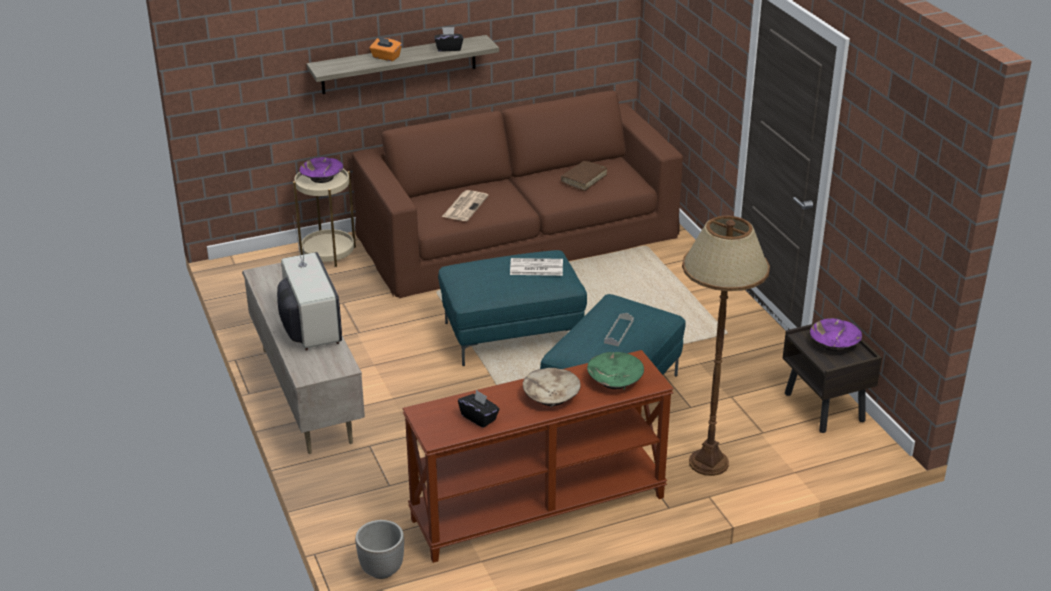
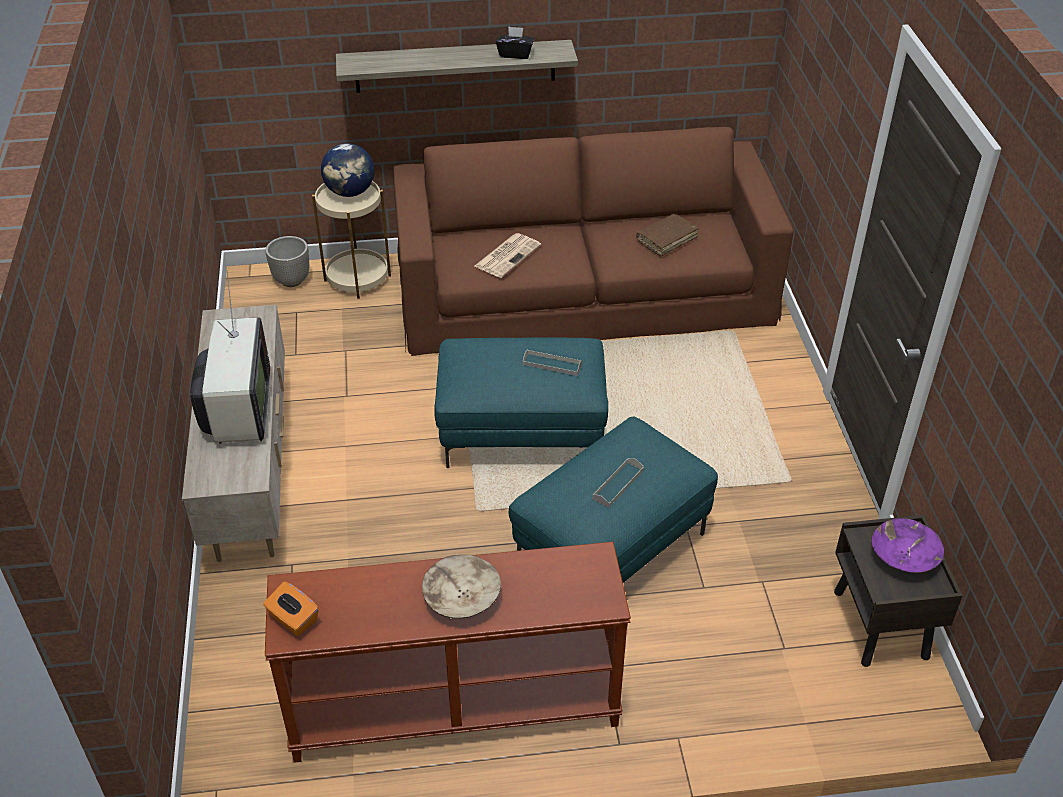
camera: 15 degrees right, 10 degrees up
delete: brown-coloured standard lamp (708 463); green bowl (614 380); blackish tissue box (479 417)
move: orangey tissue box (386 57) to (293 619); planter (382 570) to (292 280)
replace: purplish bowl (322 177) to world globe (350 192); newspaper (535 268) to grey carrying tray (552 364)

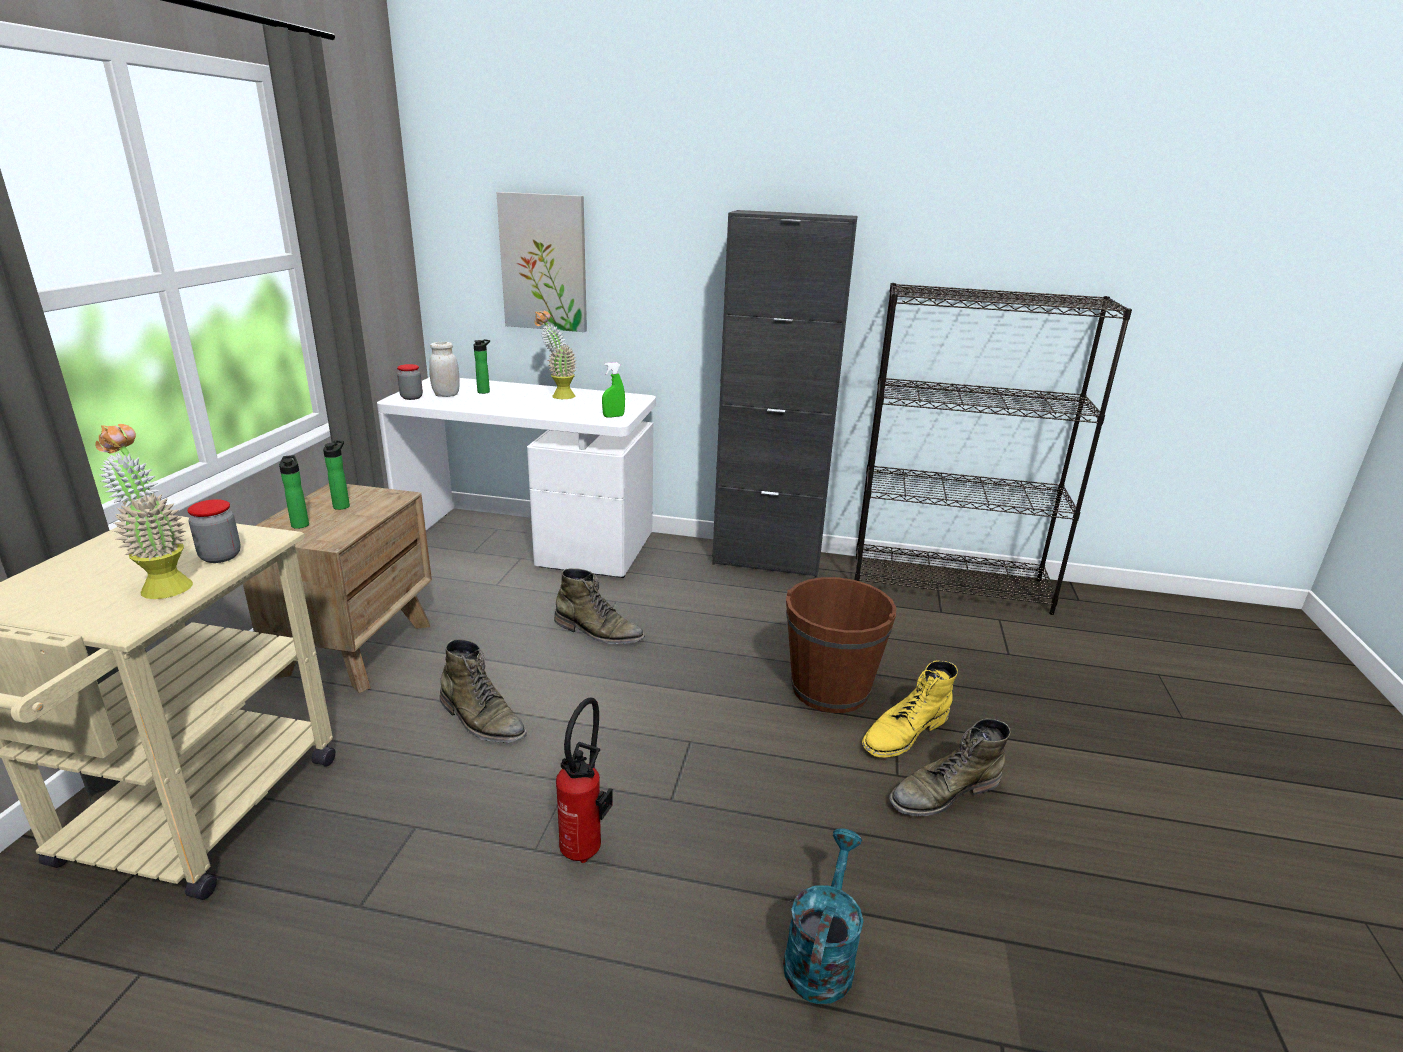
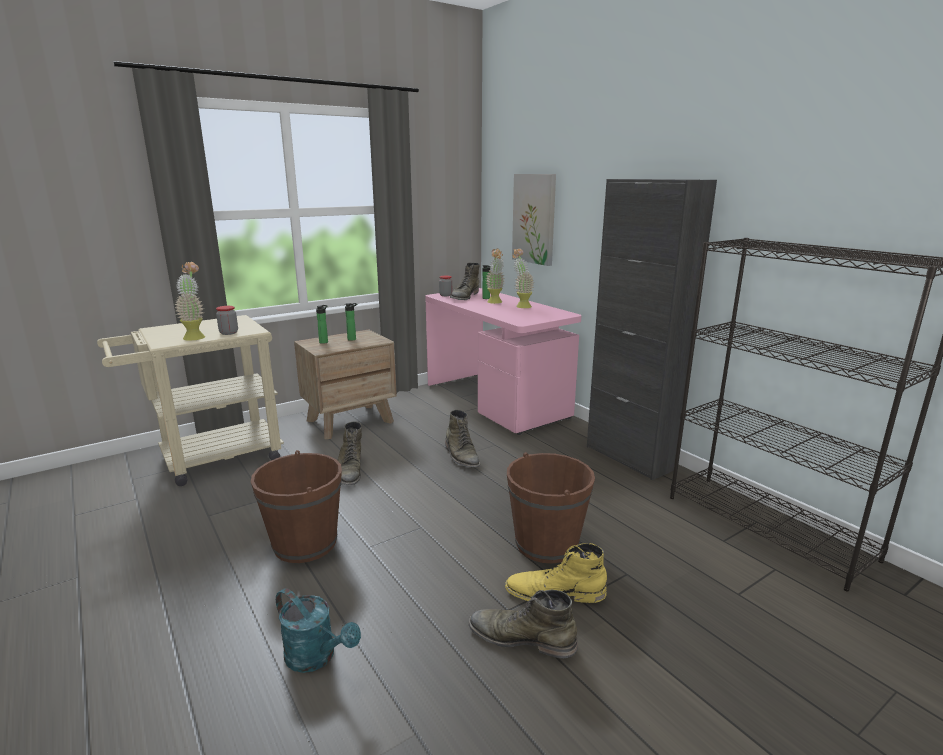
camera: 45 degrees right, 5 degrees down
delete: green sprayer (613 416)
insert: plant in a pot (495 303)
replace: white jar (446 395) to green tall boot (464 296); fire-fighting cylinder (586 847) to brown-coloured water bucket (305 543)
recolor: white desk unit (530 542) to pink-coloured desk unit (496 401)
rotate: blue-green watering can (821 955) = (317 657) 60 degrees clockwise

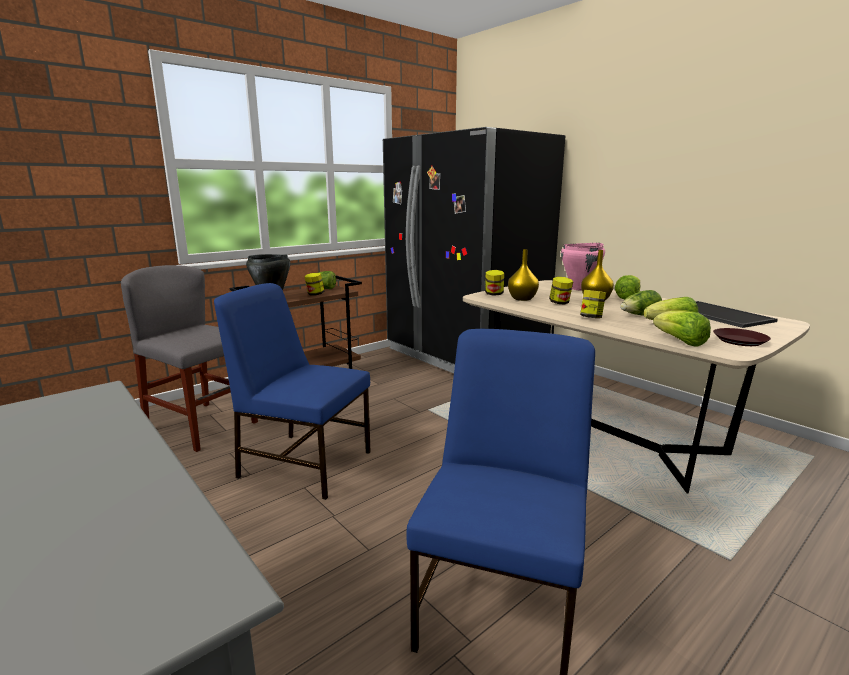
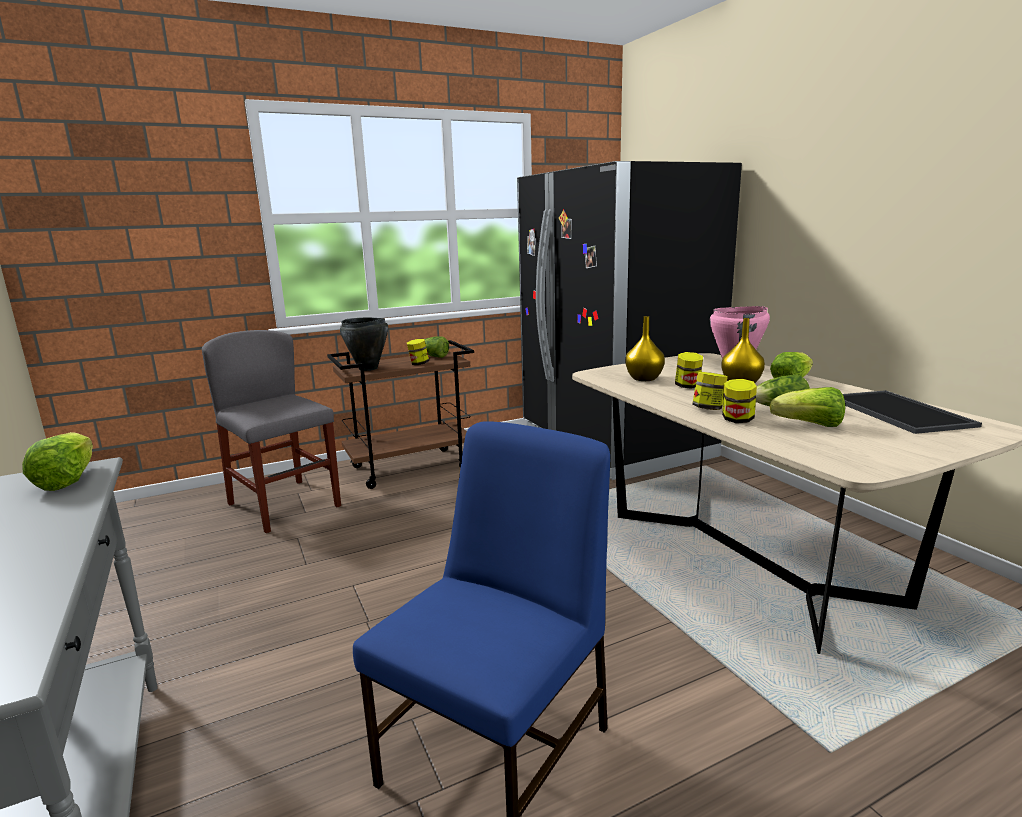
camera: 15 degrees right, 0 degrees up
delete: blue-coloured plain chair (304 463); brown-coloured plate (740 341)
move: jar (494 294) to (737 420); lettuce head (680 342) to (67 480)

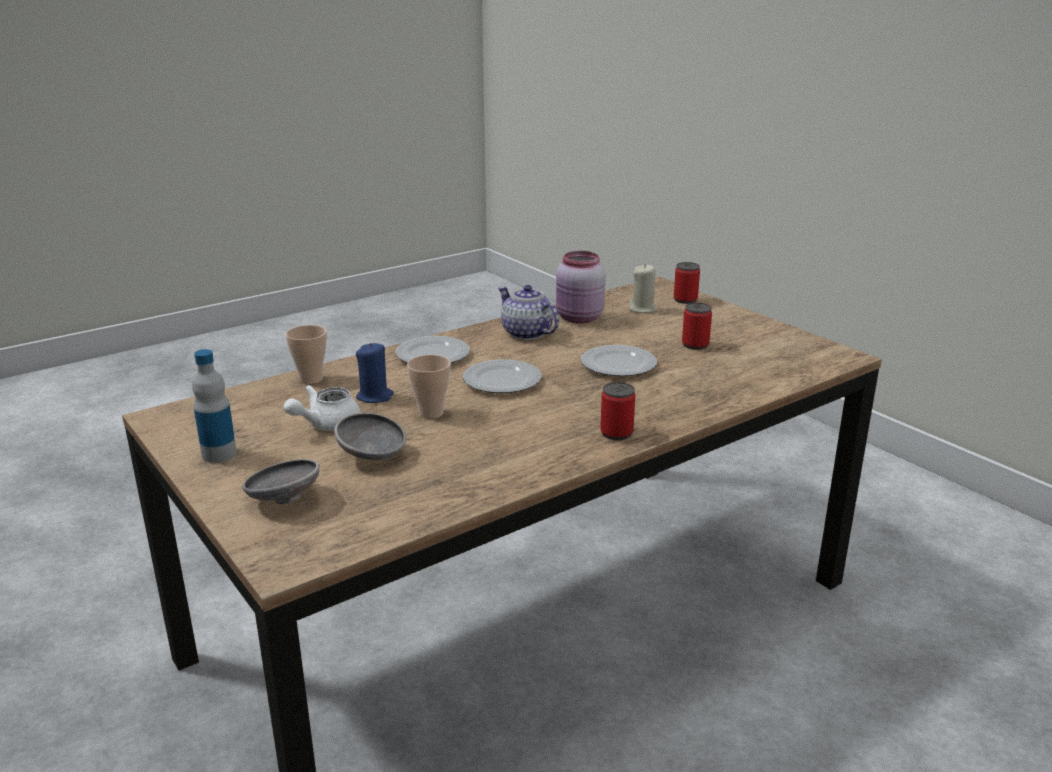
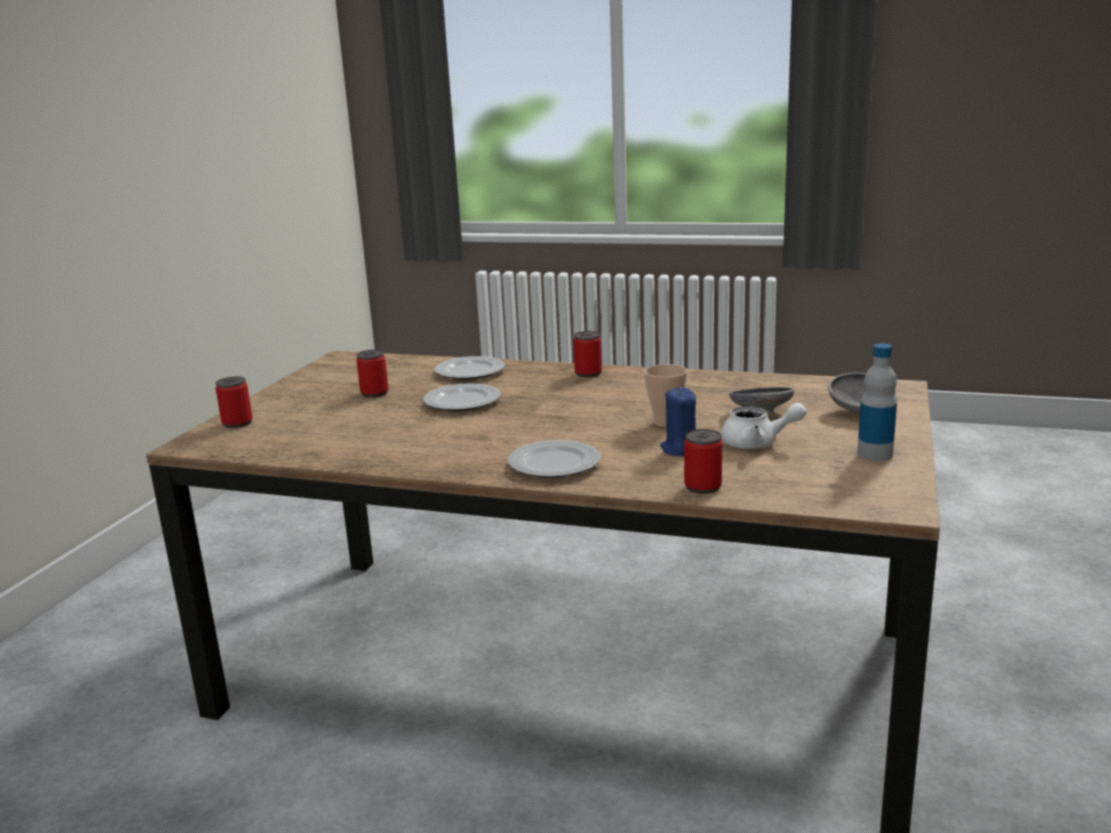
camera: 125 degrees left, 5 degrees down
delete: pink-coloured jar (579 318); beige candle (643 309); teapot (527 333)
move: plate (503 381) to (469 372)
replace: cup (311 379) to metal can (702 487)

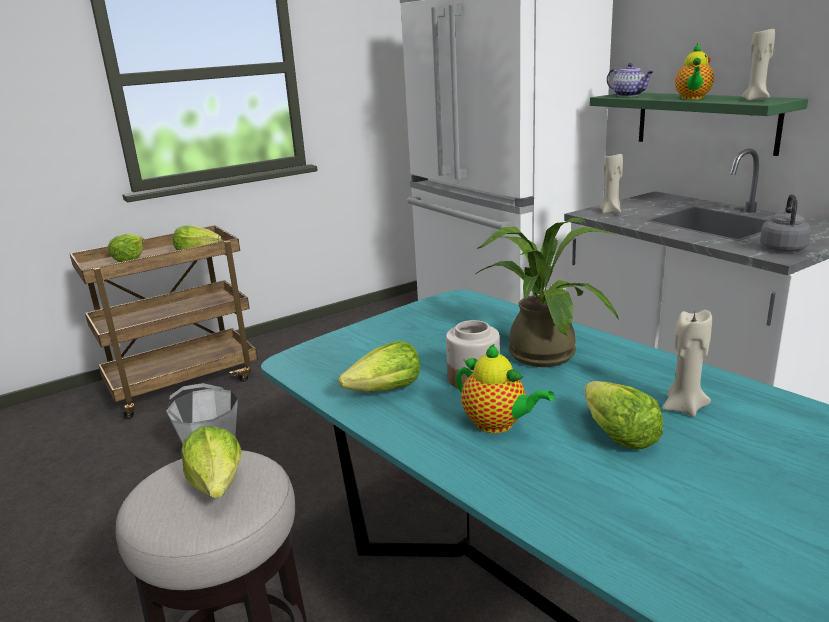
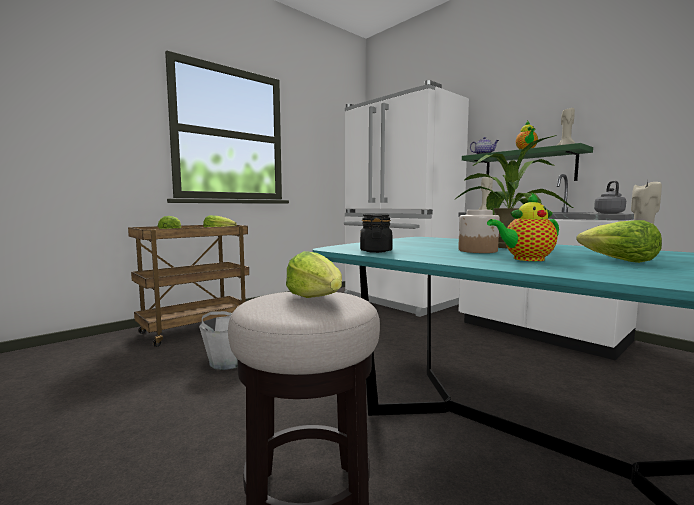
camera: 10 degrees left, 15 degrees down
delete: lettuce head (385 391)
insert: blackish jar (375 251)
rotate: teapot (498 425) = (525 259) 135 degrees clockwise

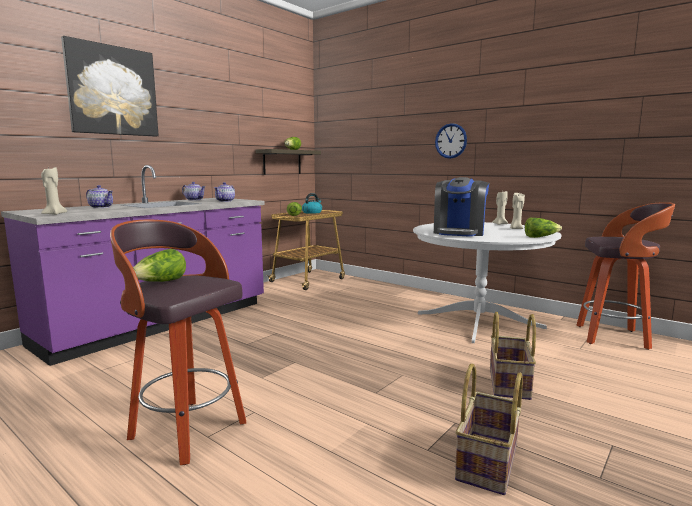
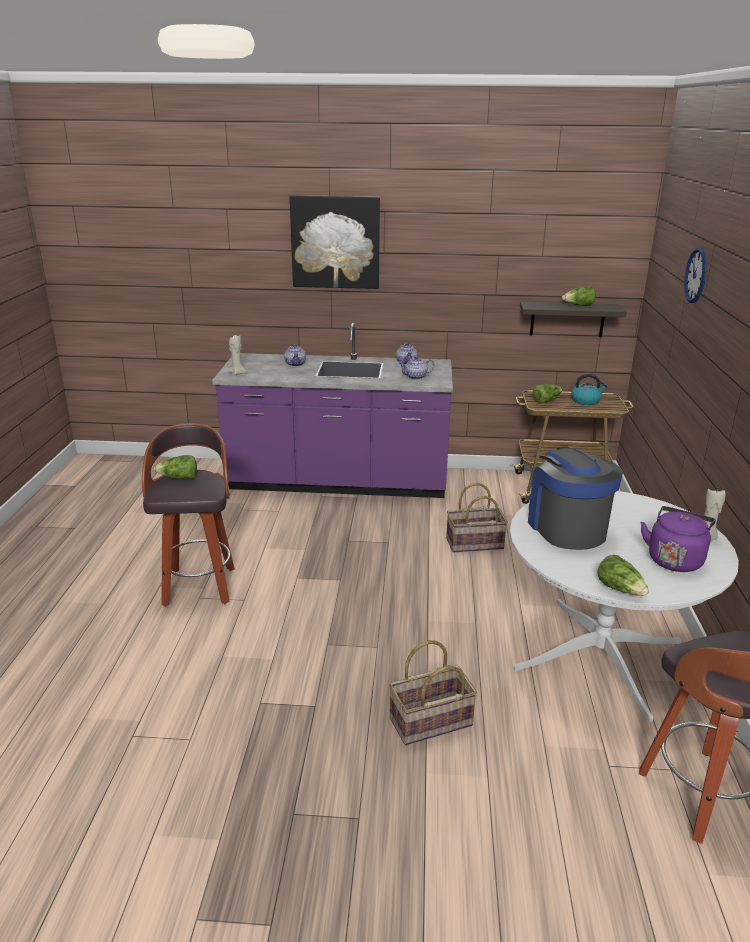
camera: 55 degrees right, 15 degrees up
move: wall clock (451 141) to (696 275); household basket (488 463) to (474 544)
replace: beige candle (516 229) to purplish tea kettle (674 559)
rotate: coffee brewer (459 232) = (566 527) 90 degrees clockwise

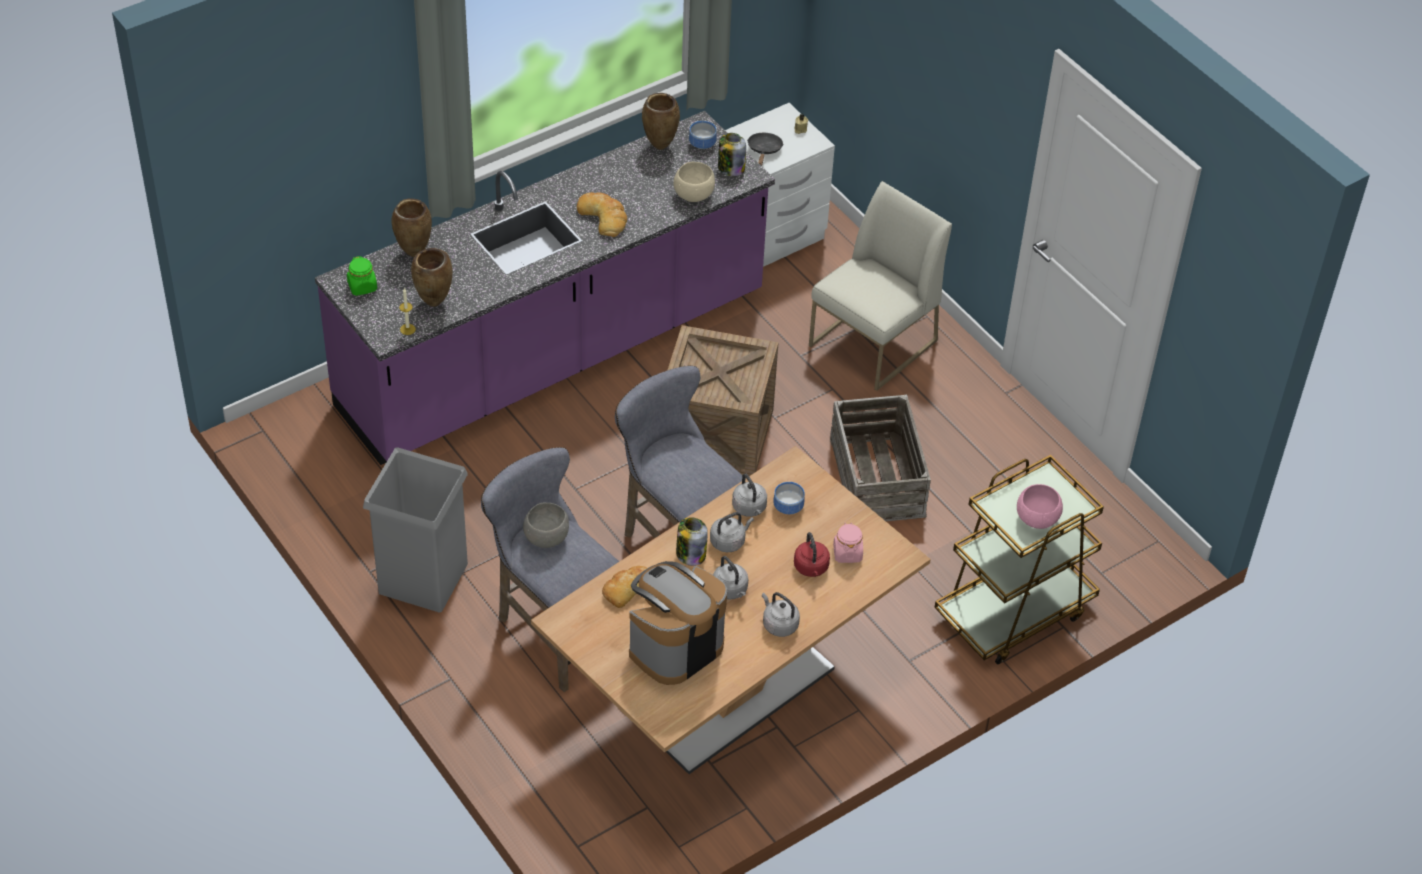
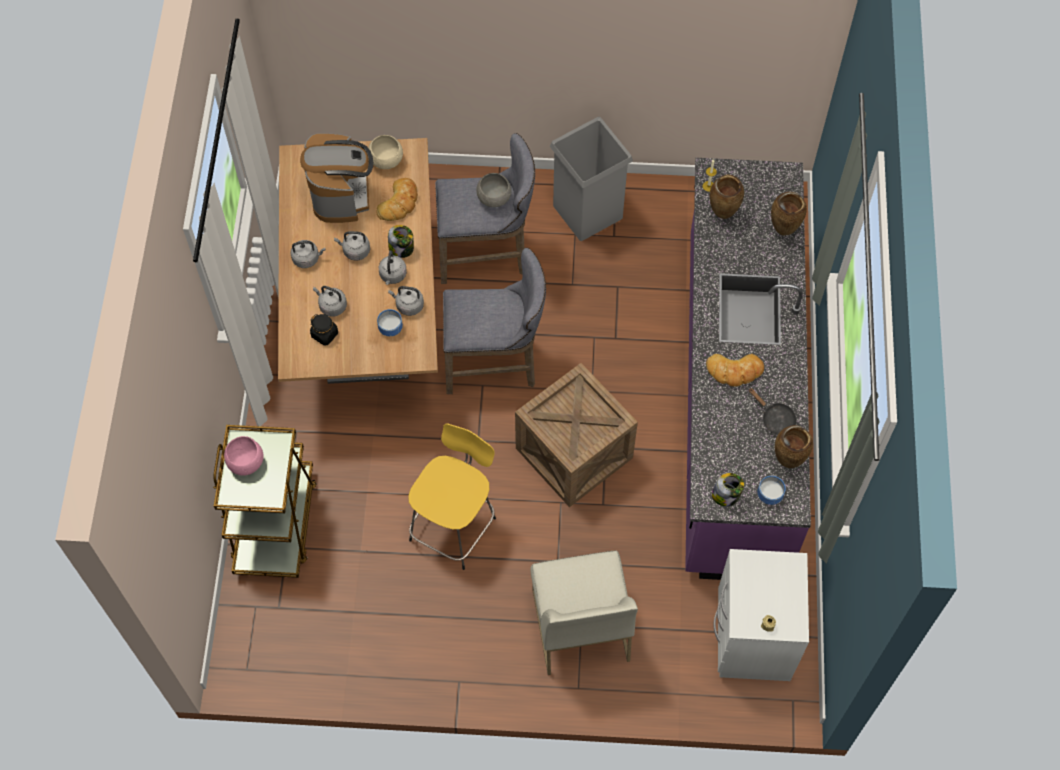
camera: 130 degrees right, 15 degrees up
delete: green jar (362 287)
move: blackish frying pan (764 150) to (775 419); beige bowl (693 195) to (387 160)
replace: packing crate (875 478) to yellow-coloured stool seat (454 526)
recolor: pink-coloured jar (847 553) to blackish jar (325 334); reddish tea kettle (811 568) to grey tea kettle (331 306)

